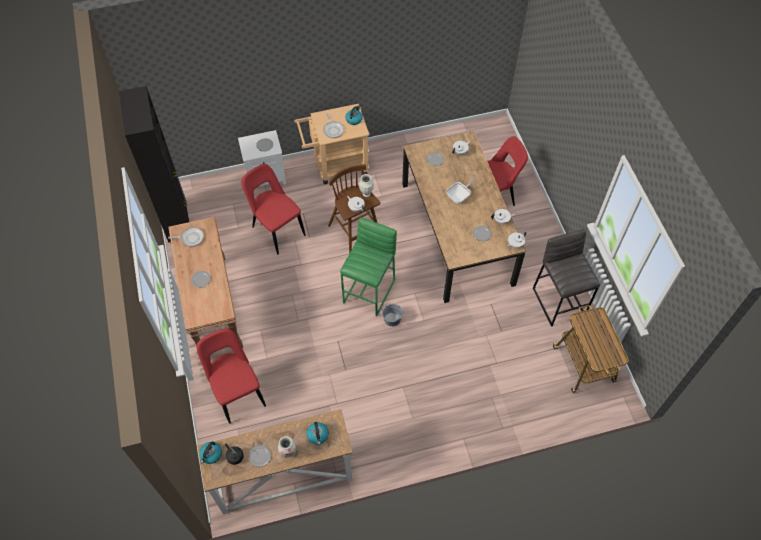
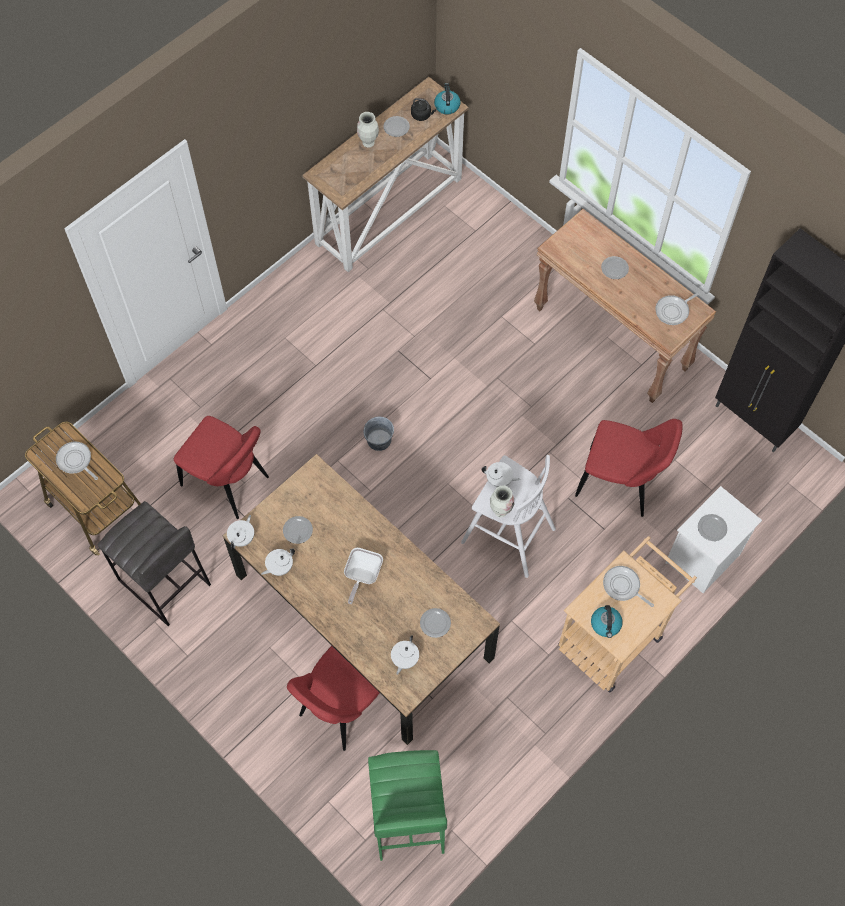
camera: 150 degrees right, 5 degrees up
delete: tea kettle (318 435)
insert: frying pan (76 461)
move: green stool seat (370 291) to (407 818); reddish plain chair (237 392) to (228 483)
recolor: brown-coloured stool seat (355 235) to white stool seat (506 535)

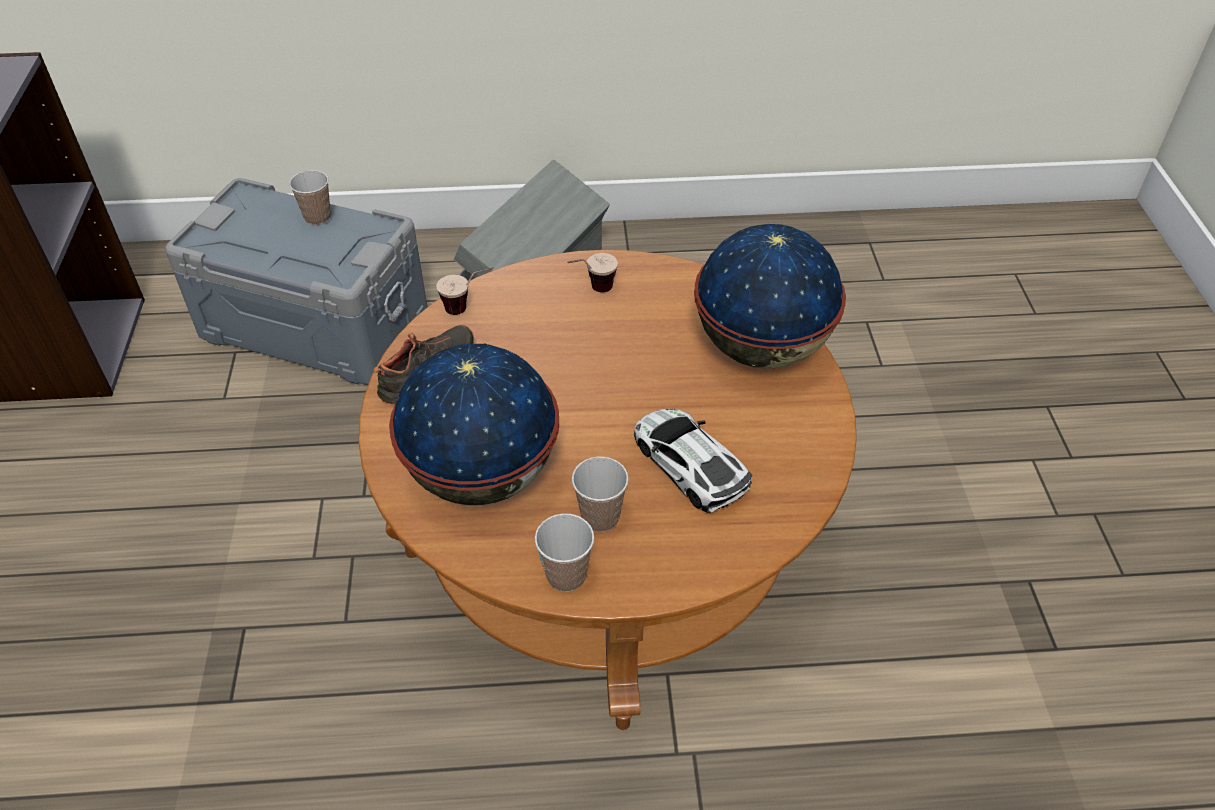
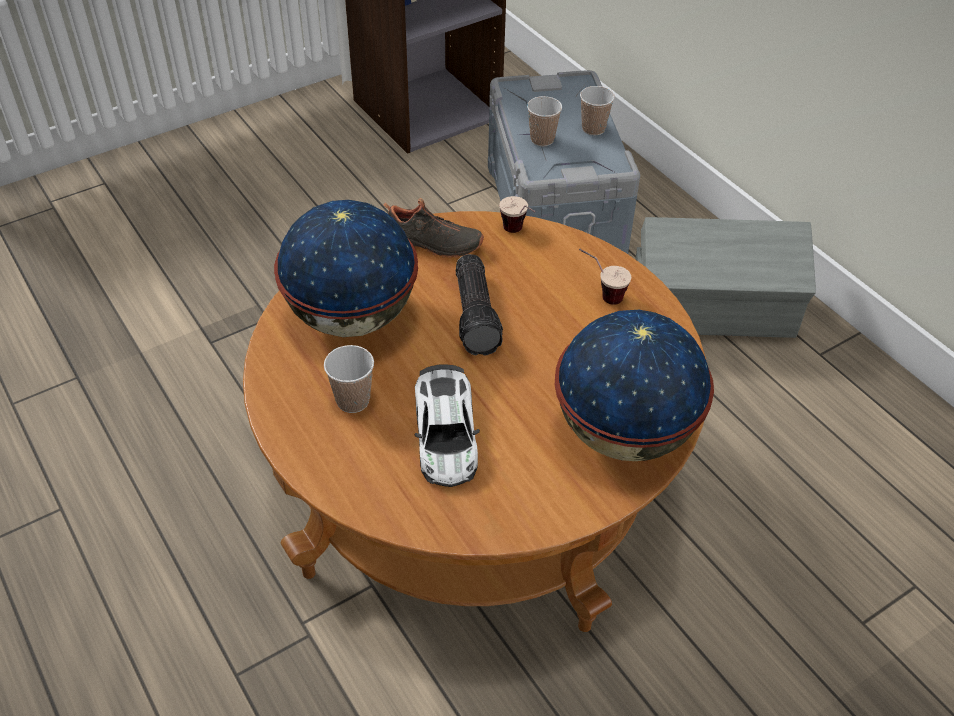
camera: 60 degrees right, 0 degrees up
insert: torch (477 315)
move: cup (566 576) to (542 139)
rotate: toy car (689 464) = (446 434) 150 degrees clockwise

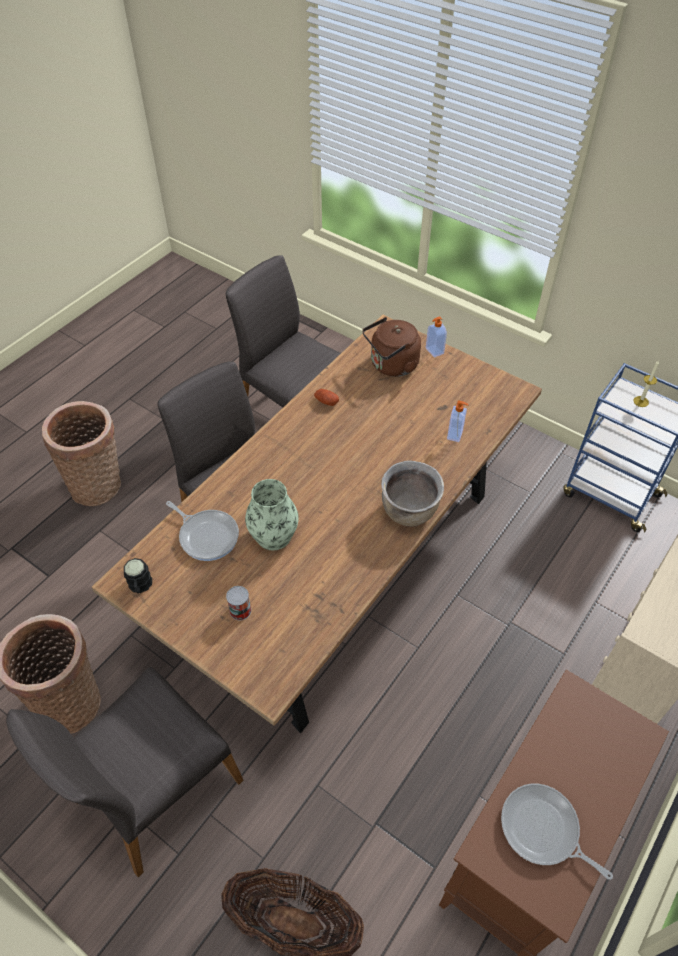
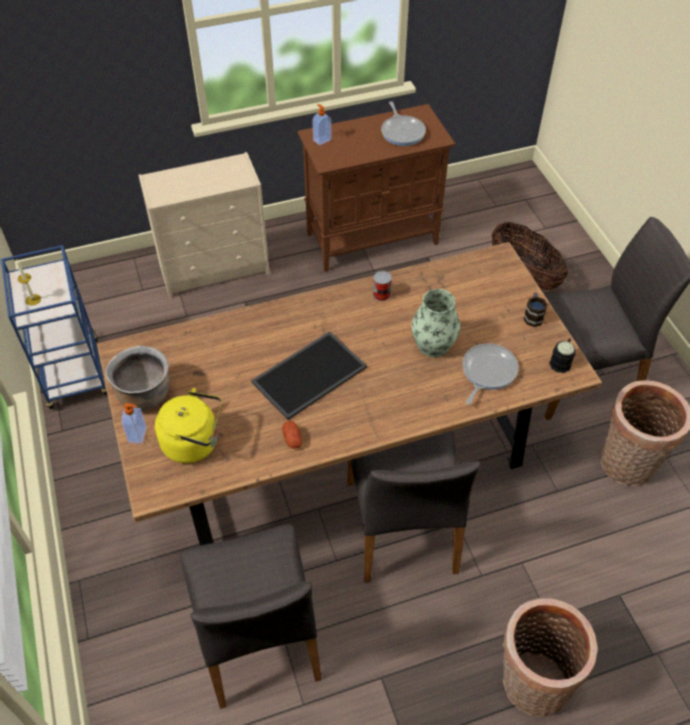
camera: 145 degrees left, 0 degrees up
insert: coffee mug (533 316); carrying tray (309 373)
move: liquid soap bottle (455 435) to (321 140); brown-coloured cooking pot (409 512) to (144 395); metal can (240 610) to (381 294)
recolor: brown-coloured tea kettle (391 365) to yellow-coloured tea kettle (194 443)
rotate: frying pan (207 535) = (487 372) 45 degrees clockwise

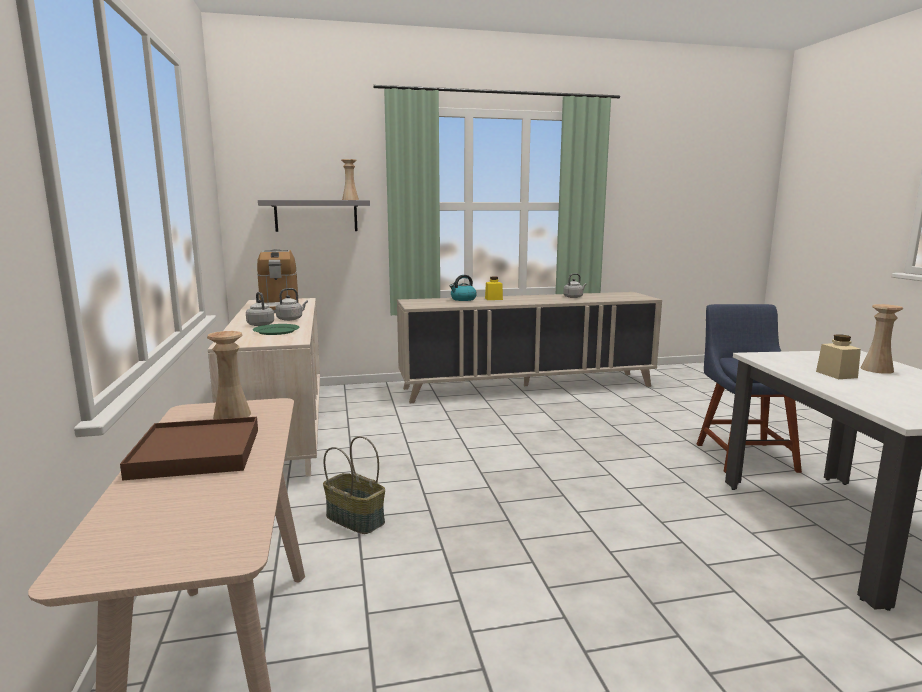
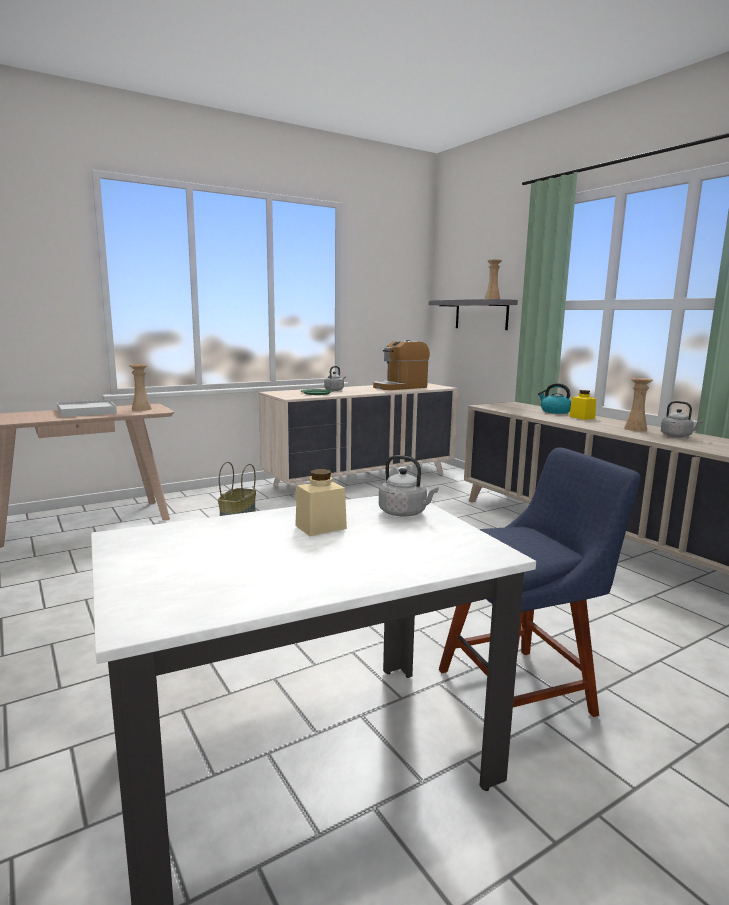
camera: 70 degrees right, 0 degrees up
move: grey tea kettle (291 319) to (405 513); beige vase (877 369) to (635 429)
recolor: brown-coloured carrying tray (197 453) to white carrying tray (86 411)

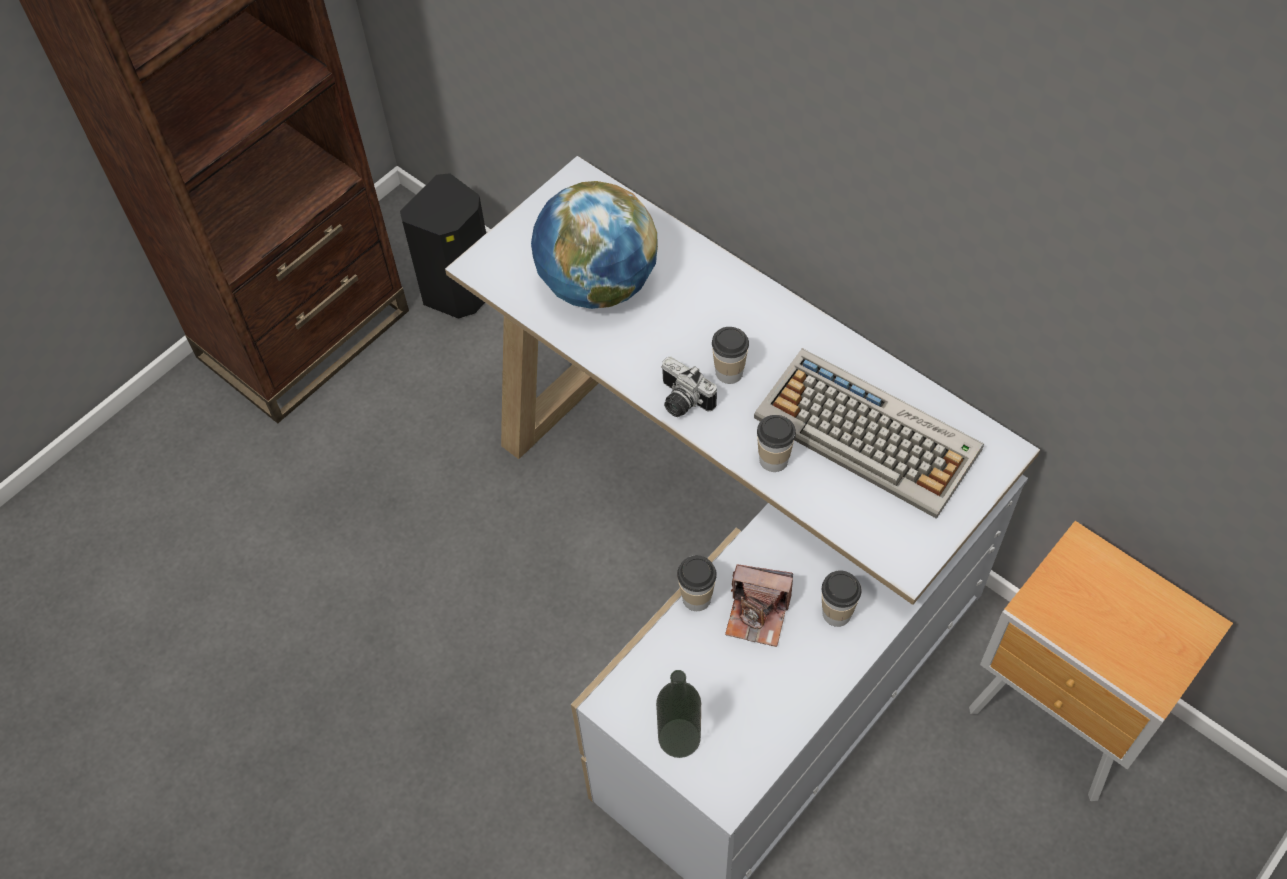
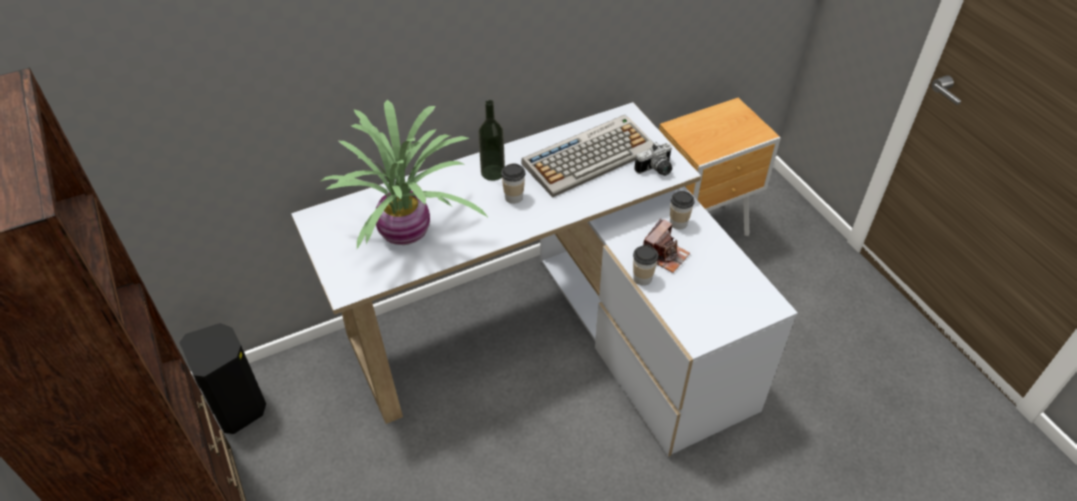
camera: 70 degrees left, 10 degrees down
delete: cup (773 460)
move: still camera (681 401) to (656 170); beverage bottle (679 738) to (493 172)
replace: world globe (597 285) to plant in a pot (407 235)

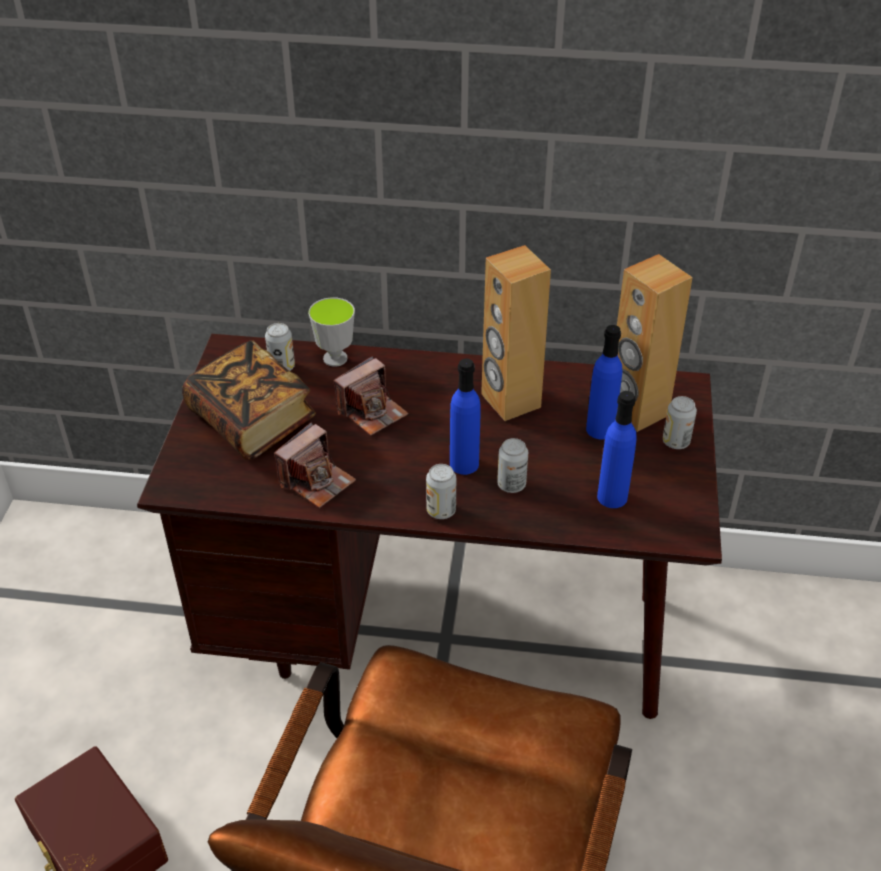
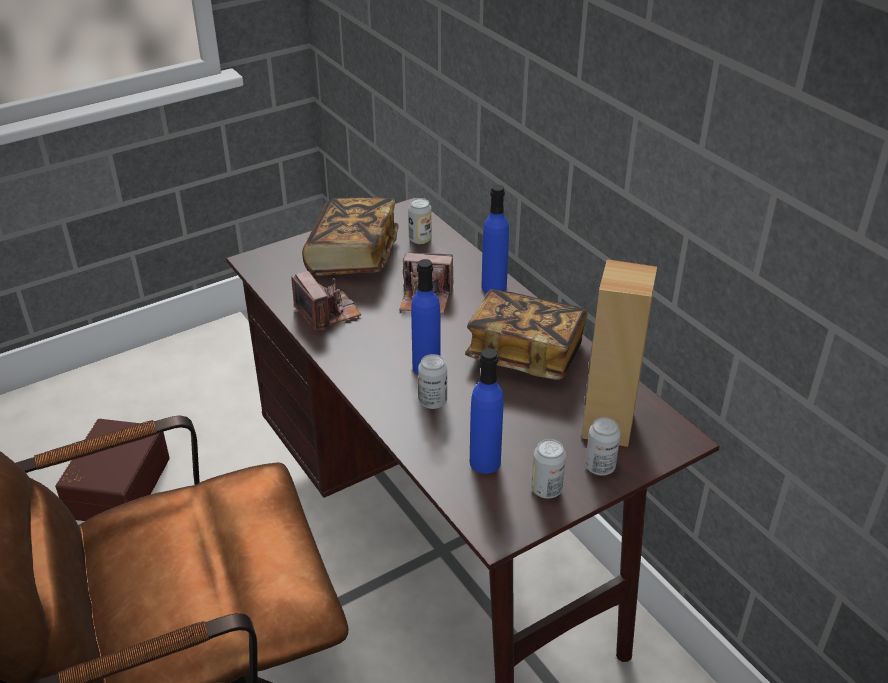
camera: 50 degrees right, 5 degrees down
delete: cup (335 358)
move: blue-coloured beverage bottle (600 429) to (494 287); metal can (441 510) to (546 489)
replace: brown-coloured speaker (510 401) to volume (525 354)
rotate: still camera (316 481) = (327 312) 120 degrees counterclockwise

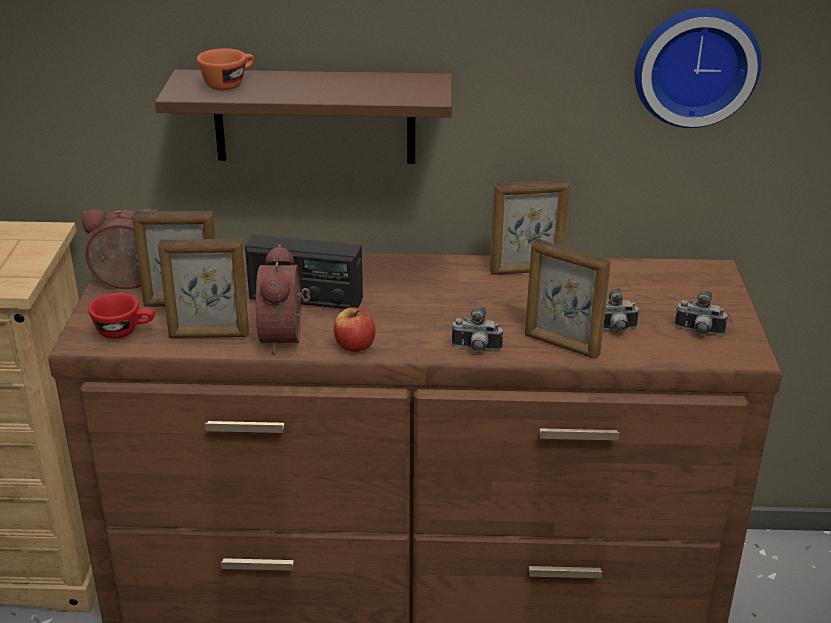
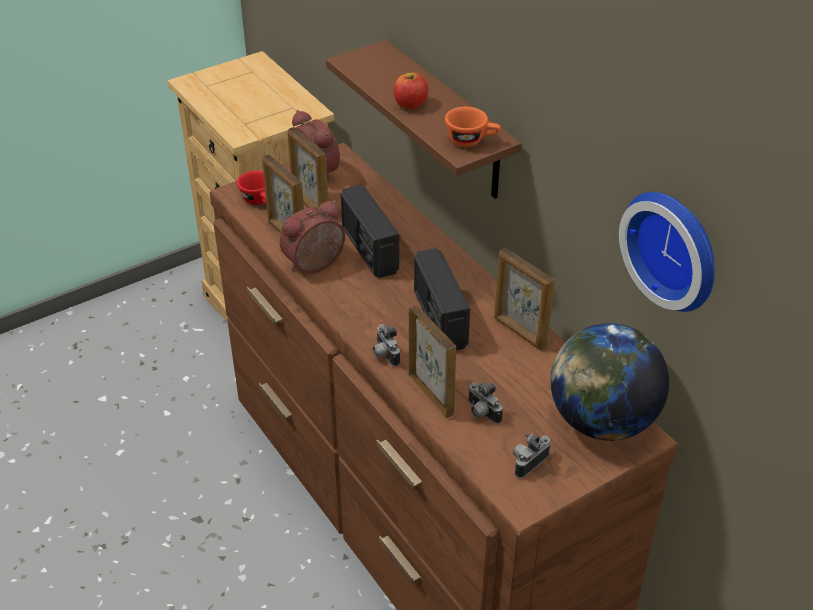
camera: 55 degrees right, 10 degrees up
insert: radio set (439 319); world globe (602 421)
move: orangey cup (229 84) to (471 141); apple (354 345) to (410 104)
rotate: photo frame (561 345) = (431 394) 150 degrees clockwise; still camera (698 332) = (528 462) 60 degrees clockwise

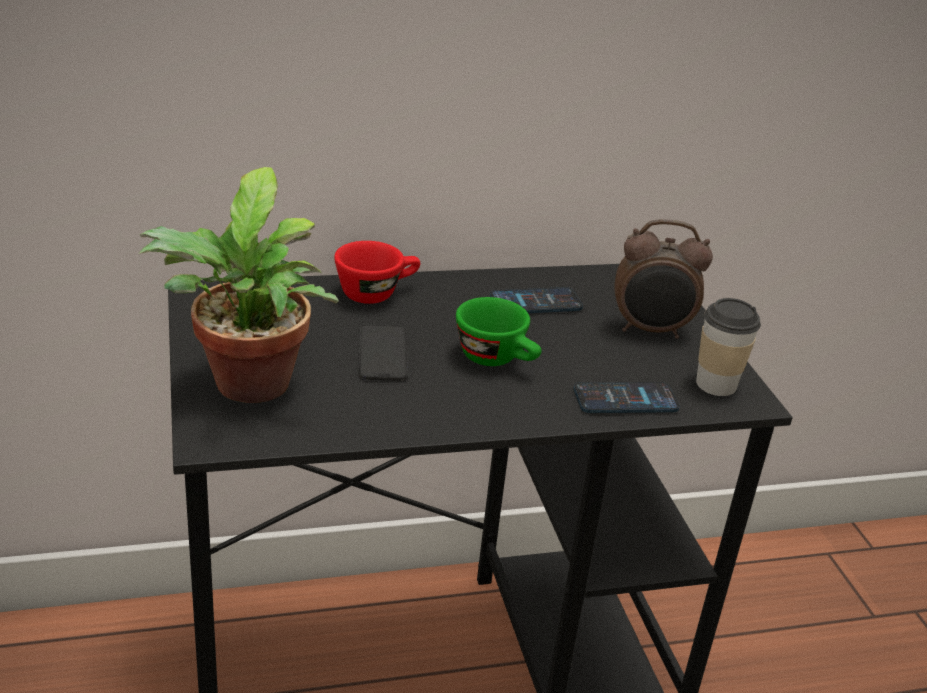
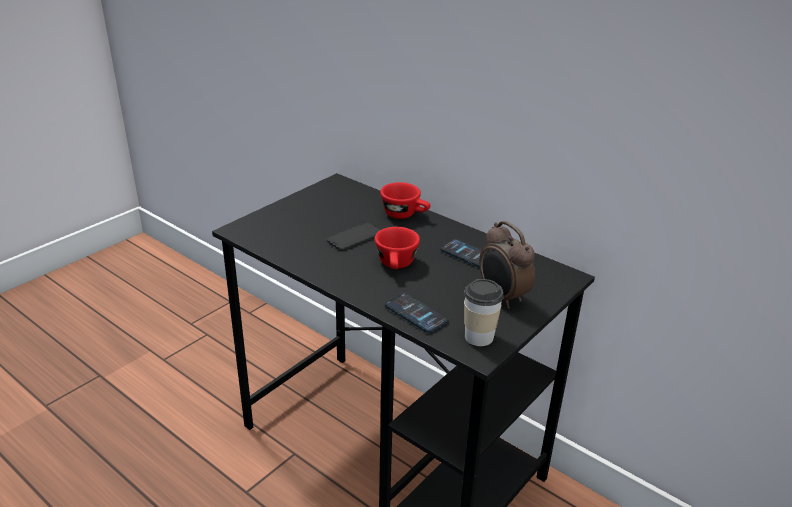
camera: 55 degrees right, 0 degrees up
delete: plant in a pot (248 389)
recolor: green cup (498 359) to reddish cup (396 265)

